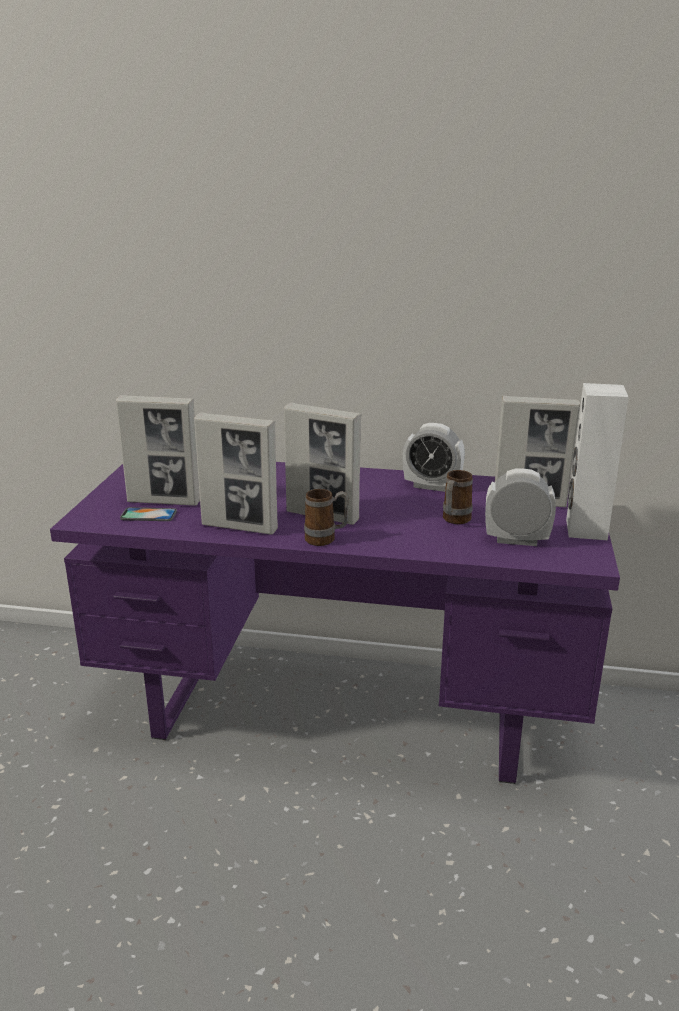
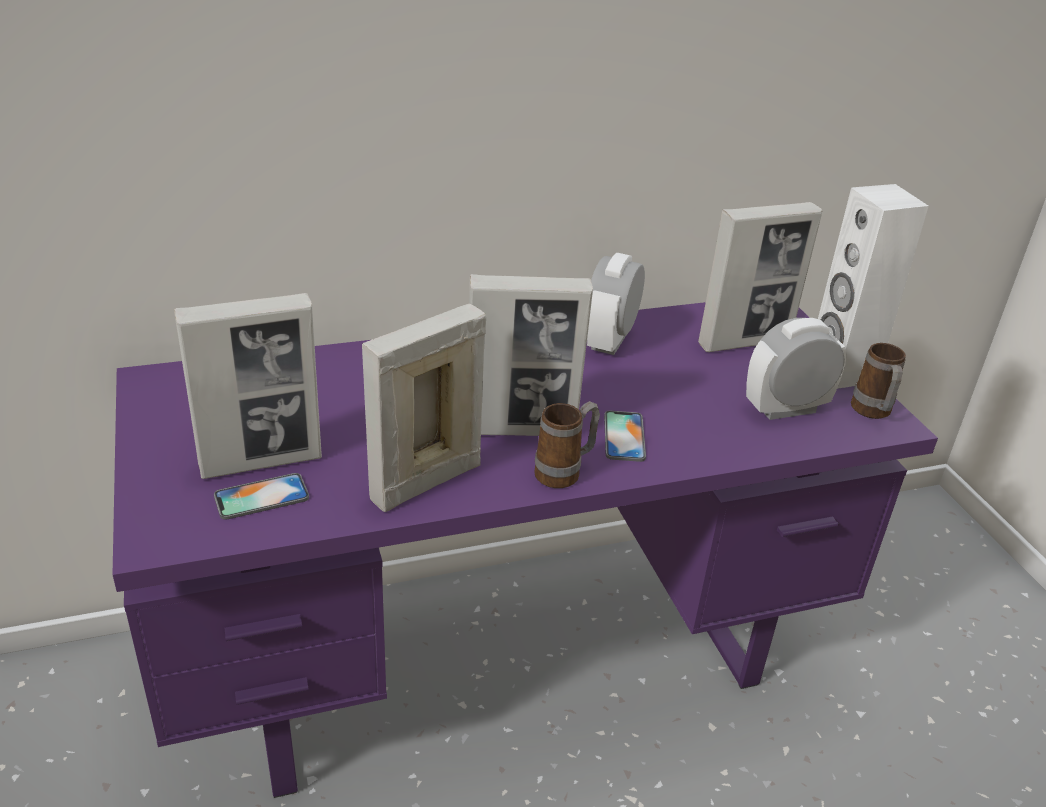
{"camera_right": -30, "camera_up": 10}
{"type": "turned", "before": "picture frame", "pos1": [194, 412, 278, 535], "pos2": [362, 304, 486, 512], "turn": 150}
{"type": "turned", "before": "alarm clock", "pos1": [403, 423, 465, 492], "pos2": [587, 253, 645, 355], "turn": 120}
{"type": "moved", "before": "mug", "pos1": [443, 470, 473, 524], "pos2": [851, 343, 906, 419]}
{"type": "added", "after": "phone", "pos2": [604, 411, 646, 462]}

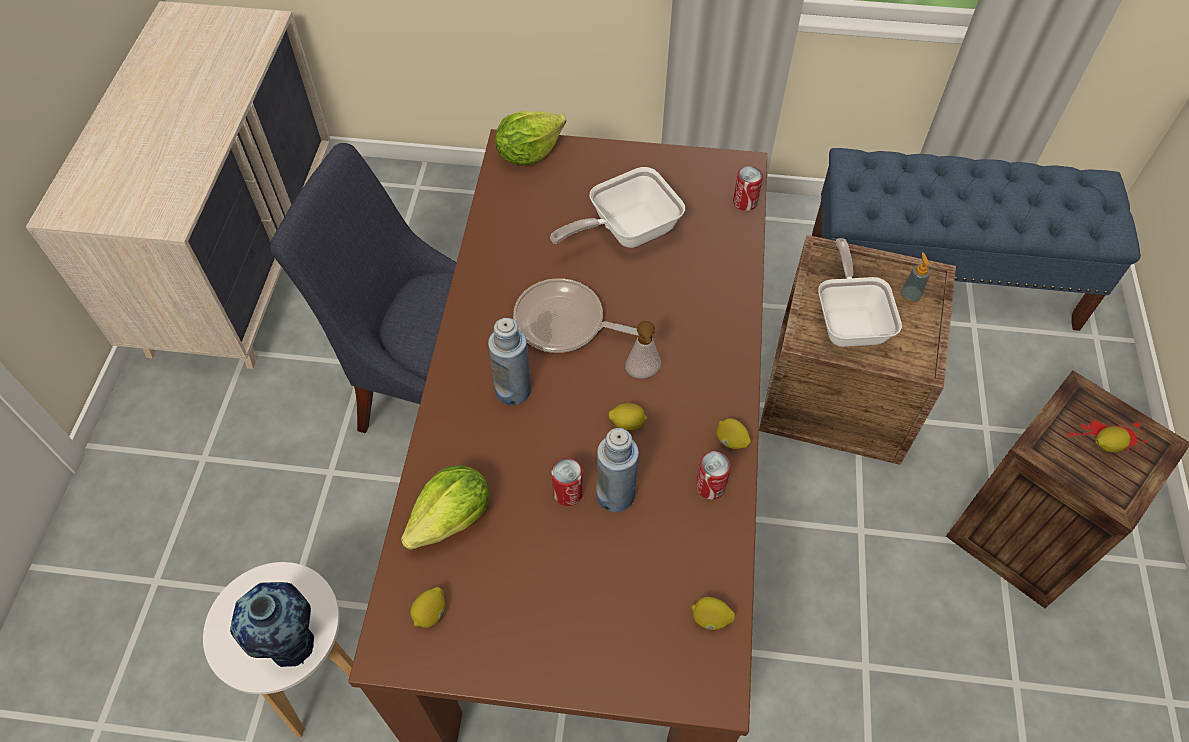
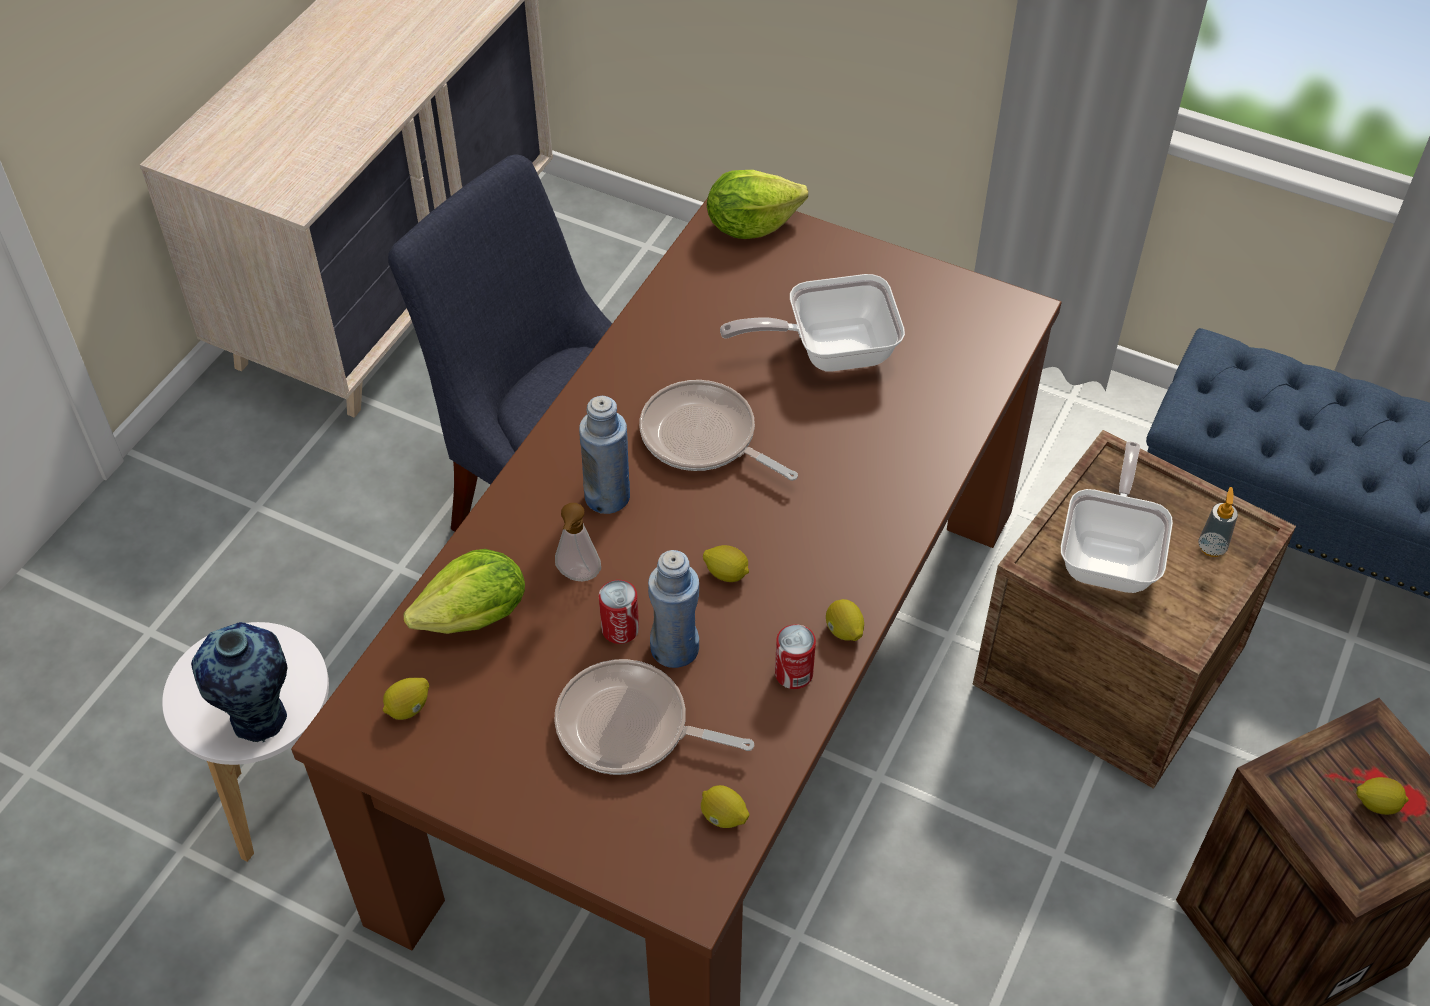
{"camera_right": 20, "camera_up": -5}
{"type": "moved", "before": "soap dispenser", "pos1": [625, 321, 661, 378], "pos2": [555, 503, 601, 581]}
{"type": "removed", "before": "can", "pos1": [733, 166, 763, 211]}
{"type": "added", "after": "frying pan", "pos2": [554, 659, 754, 775]}

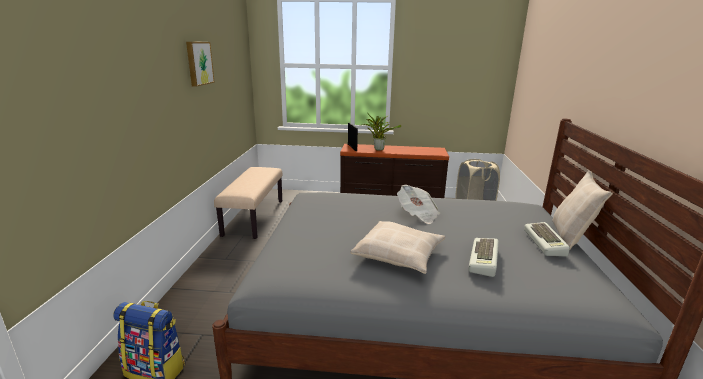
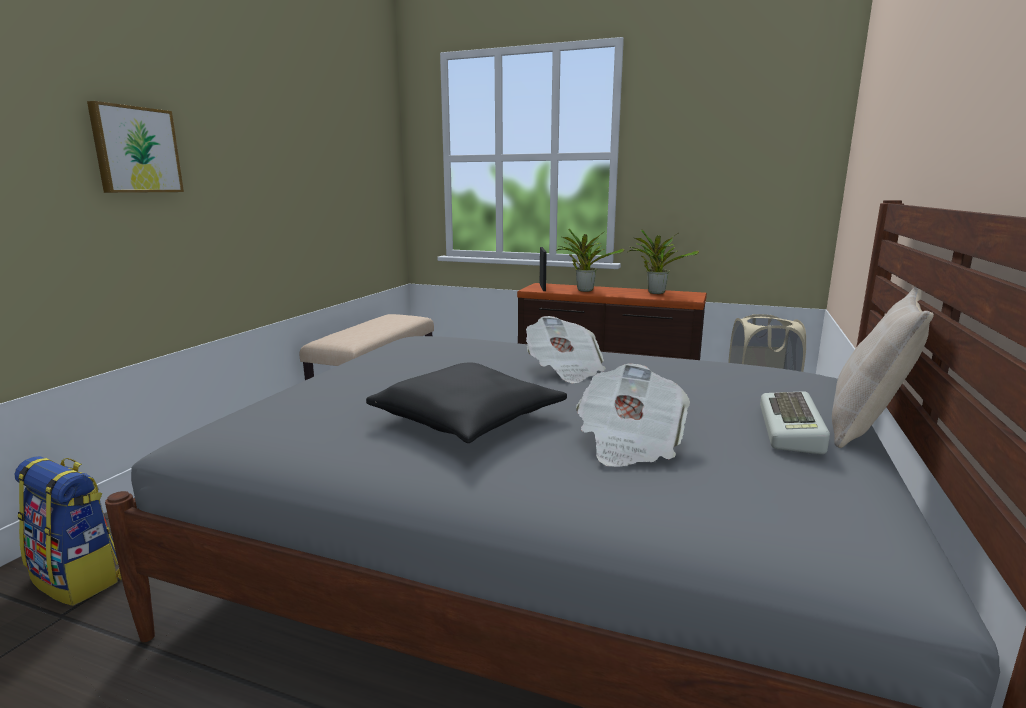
{"camera_right": 15, "camera_up": -5}
{"type": "moved", "before": "picture", "pos1": [186, 42, 215, 87], "pos2": [87, 101, 184, 193]}
{"type": "recoloured", "before": "pillow (beige)", "after": "pillow (black)", "pos1": [351, 221, 445, 274], "pos2": [366, 363, 567, 443]}
{"type": "replaced", "before": "keyboard", "after": "newspaper", "pos1": [468, 238, 499, 277], "pos2": [576, 364, 690, 467]}
{"type": "added", "after": "potted plant", "pos2": [628, 230, 699, 294]}

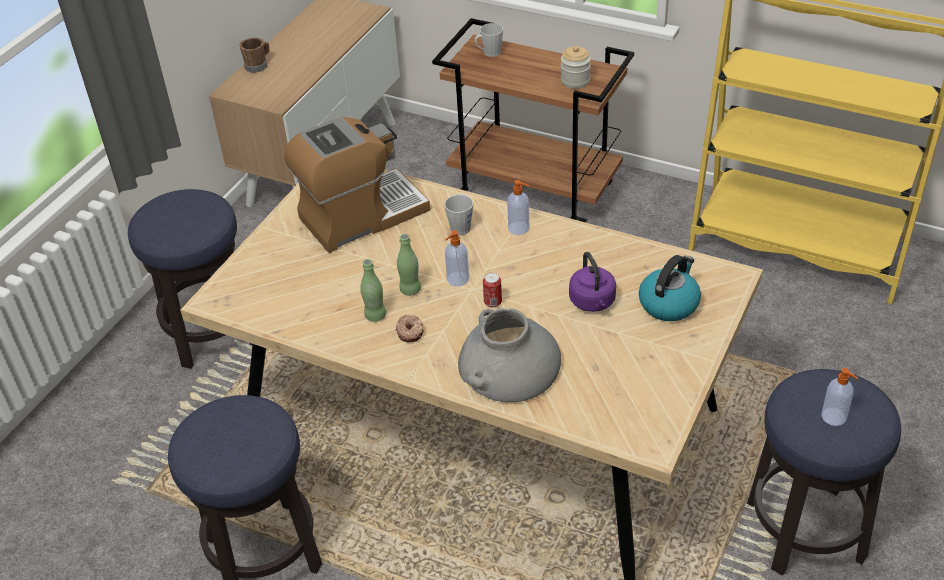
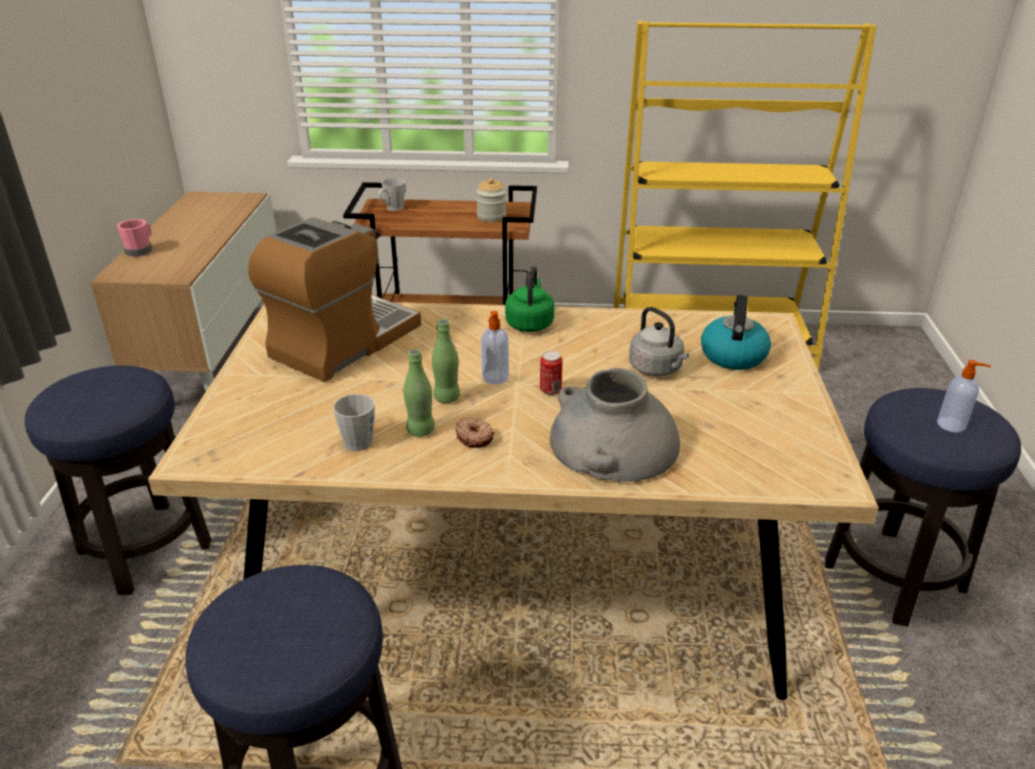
{"camera_right": -25, "camera_up": -10}
{"type": "recoloured", "before": "mug (brown)", "after": "mug (pink)", "pos1": [240, 37, 270, 73], "pos2": [117, 219, 152, 257]}
{"type": "moved", "before": "mug (grey)", "pos1": [444, 194, 473, 235], "pos2": [333, 394, 375, 451]}
{"type": "replaced", "before": "soap dispenser", "after": "kettle (green)", "pos1": [507, 180, 529, 235], "pos2": [505, 266, 554, 332]}
{"type": "recoloured", "before": "kettle (purple)", "after": "kettle (grey)", "pos1": [569, 252, 616, 312], "pos2": [629, 307, 689, 376]}

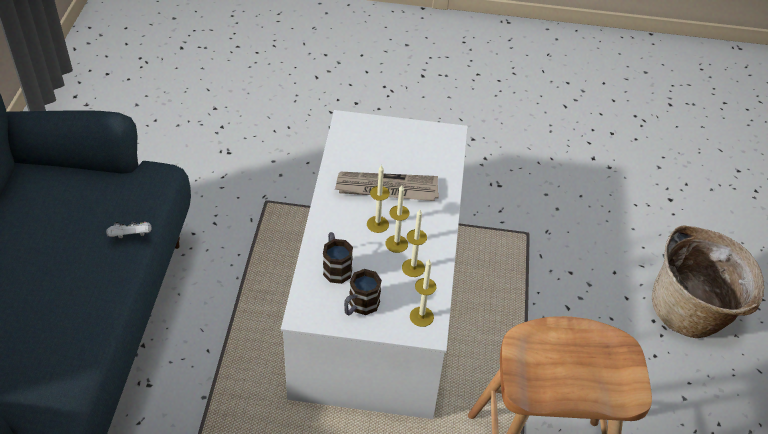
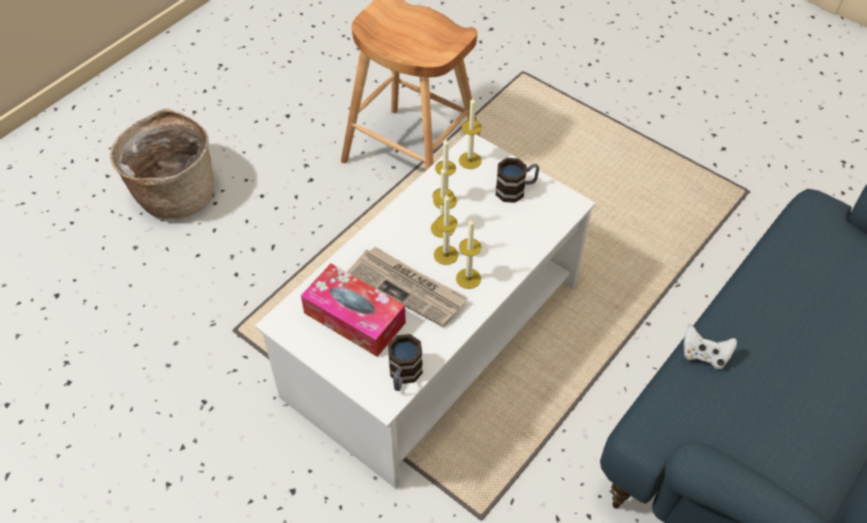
{"camera_right": -145, "camera_up": 5}
{"type": "moved", "before": "mug", "pos1": [323, 232, 353, 284], "pos2": [388, 334, 423, 391]}
{"type": "added", "after": "tissue box", "pos2": [301, 264, 406, 357]}
{"type": "added", "after": "candle", "pos2": [456, 218, 481, 289]}

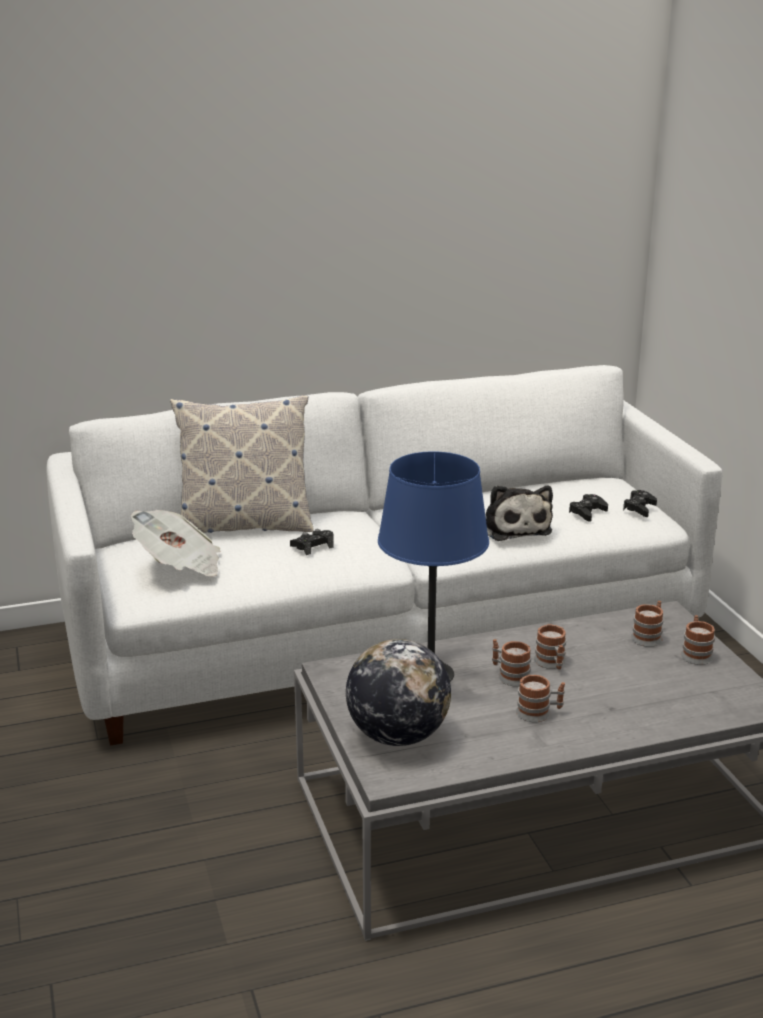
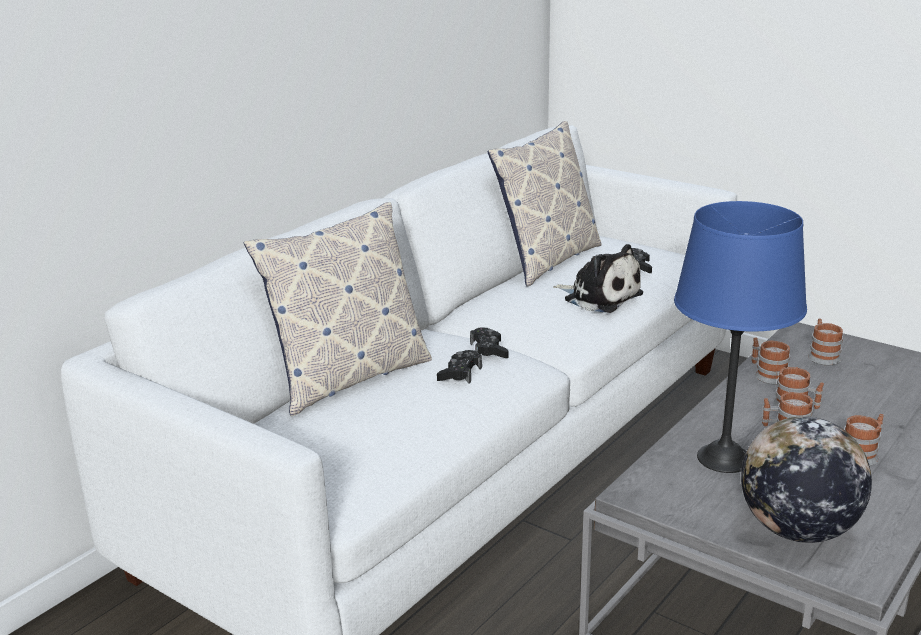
{"camera_right": -35, "camera_up": 0}
{"type": "removed", "before": "newspaper", "pos1": [131, 510, 220, 577]}
{"type": "moved", "before": "game controller (black)", "pos1": [623, 490, 657, 517], "pos2": [470, 327, 509, 358]}
{"type": "moved", "before": "mug", "pos1": [681, 615, 715, 665], "pos2": [751, 337, 790, 384]}
{"type": "added", "after": "pillow", "pos2": [487, 121, 601, 287]}

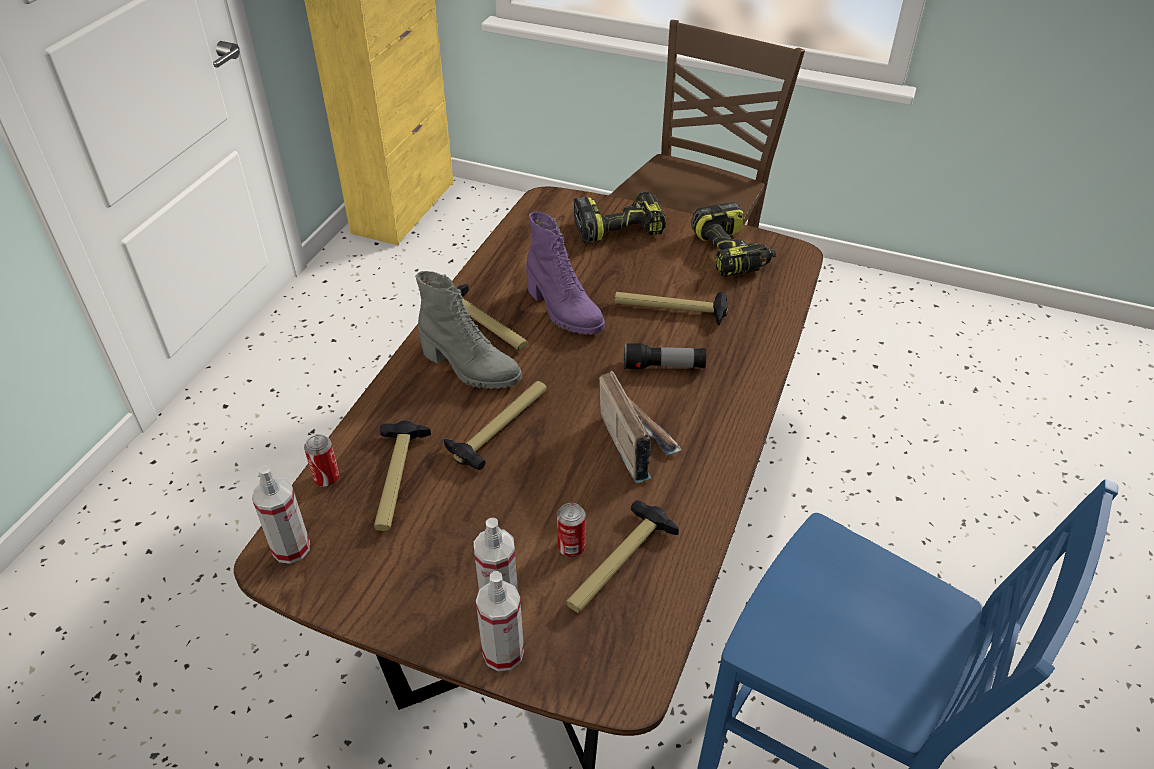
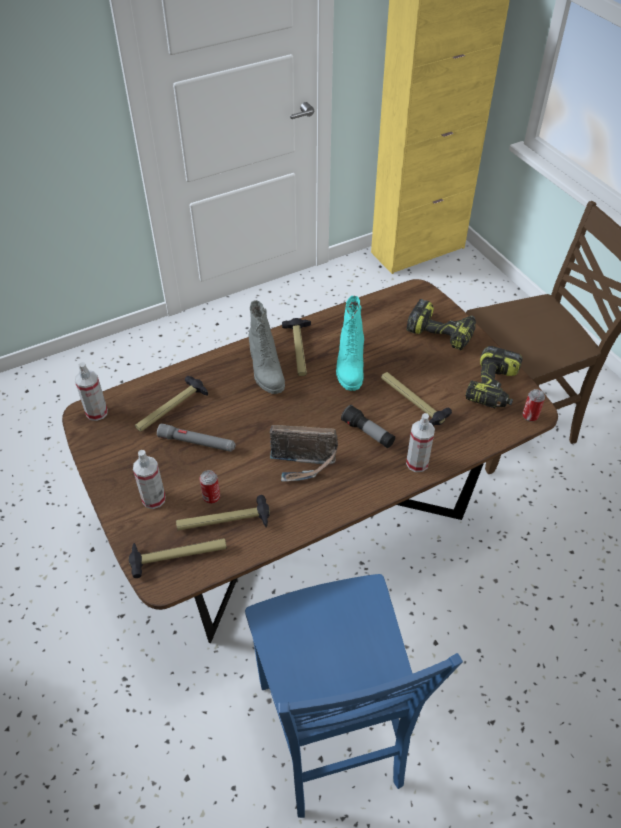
{"camera_right": 40, "camera_up": 5}
{"type": "moved", "before": "can", "pos1": [304, 434, 340, 487], "pos2": [522, 389, 545, 422]}
{"type": "moved", "before": "hammer", "pos1": [444, 381, 547, 470], "pos2": [129, 538, 227, 578]}
{"type": "moved", "before": "spray bottle", "pos1": [476, 571, 524, 671], "pos2": [406, 413, 435, 472]}
{"type": "recoloured", "before": "boot (purple)", "after": "boot (turquoise)", "pos1": [526, 211, 605, 335], "pos2": [336, 296, 364, 391]}
{"type": "turned", "before": "radio", "pos1": [599, 371, 682, 483], "pos2": [270, 425, 338, 482], "turn": 75}
{"type": "added", "after": "flashlight (grey)", "pos2": [157, 423, 236, 452]}

